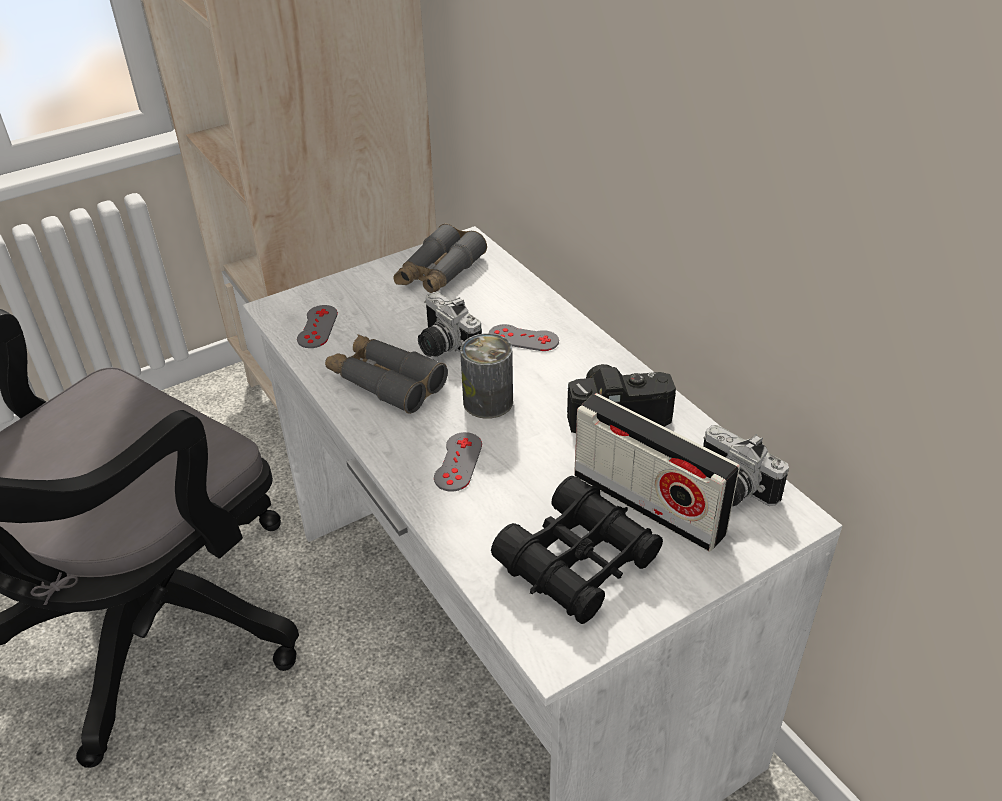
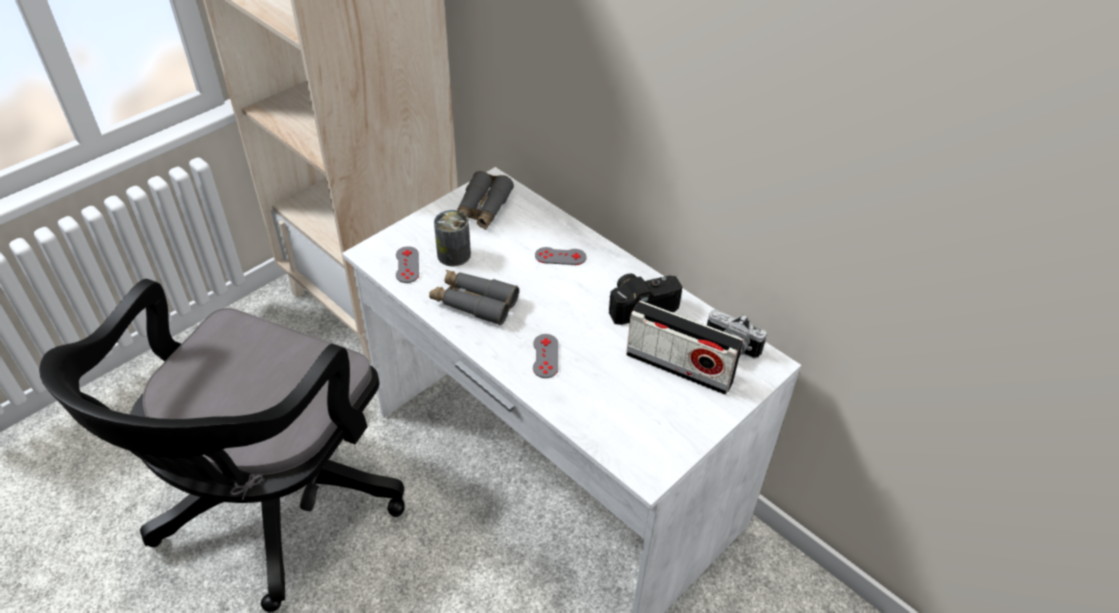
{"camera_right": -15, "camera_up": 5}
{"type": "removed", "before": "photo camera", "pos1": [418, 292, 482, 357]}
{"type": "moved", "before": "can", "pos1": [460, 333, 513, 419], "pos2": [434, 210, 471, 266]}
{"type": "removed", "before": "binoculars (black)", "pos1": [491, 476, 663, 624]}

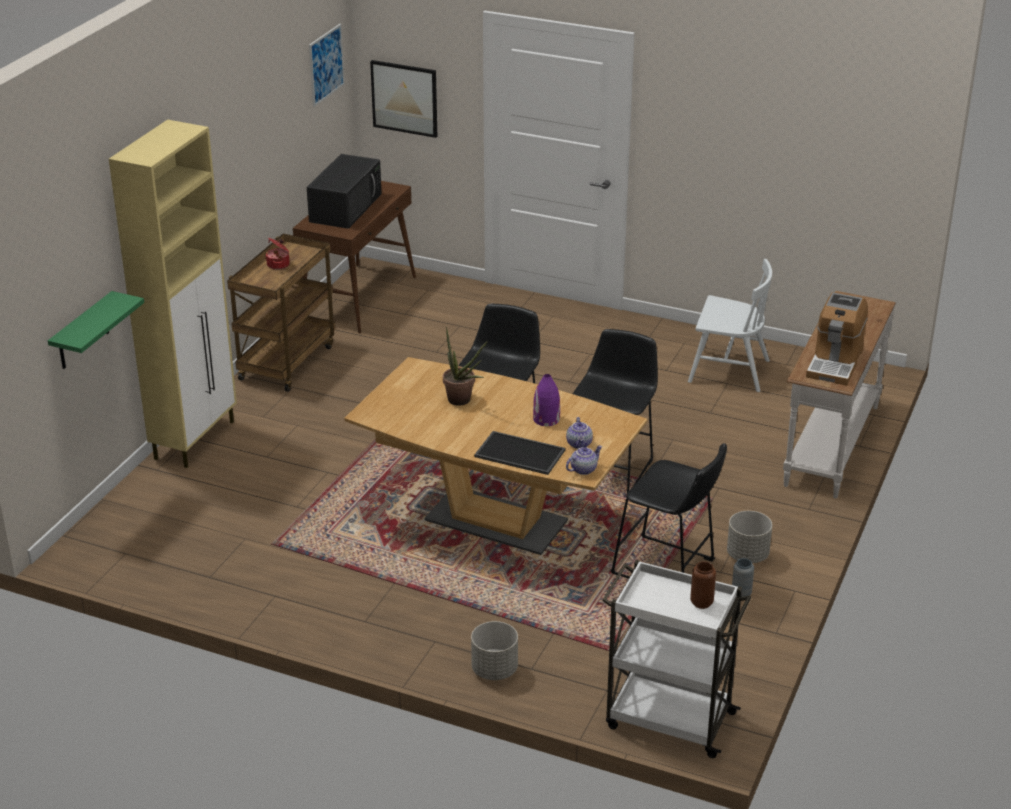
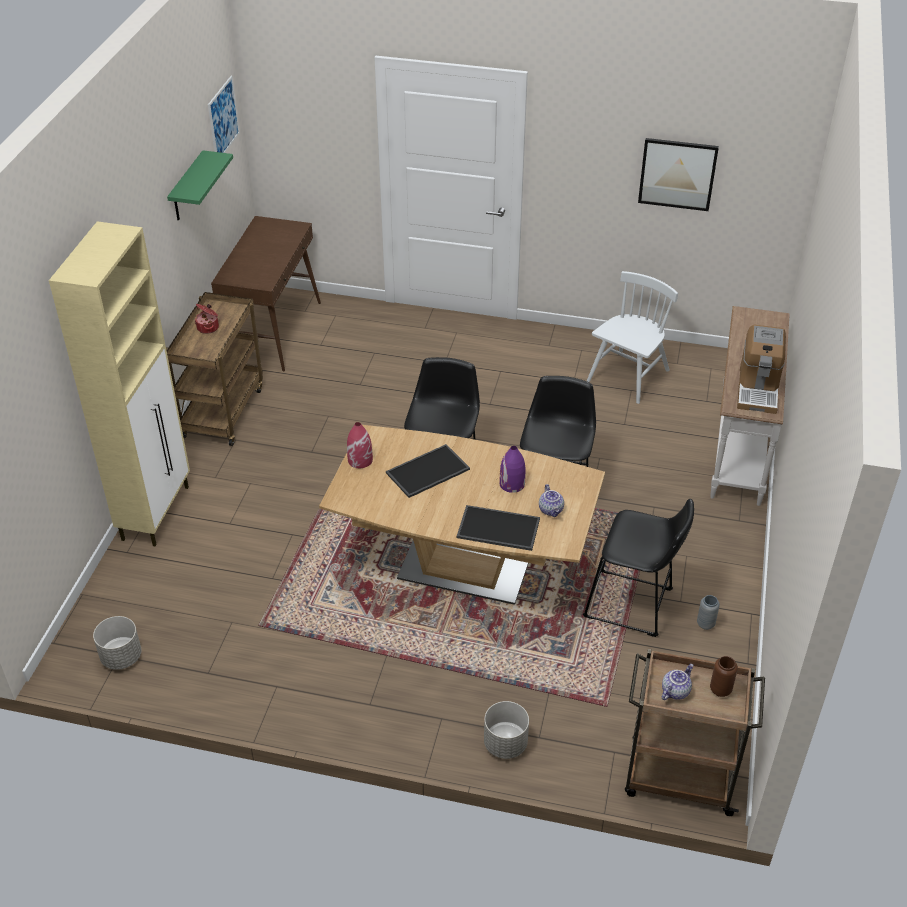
{"camera_right": -10, "camera_up": 10}
{"type": "moved", "before": "shelf (green)", "pos1": [48, 291, 144, 369], "pos2": [167, 150, 233, 221]}
{"type": "removed", "before": "microwave (black)", "pos1": [307, 154, 382, 229]}
{"type": "moved", "before": "picture", "pos1": [370, 60, 437, 138], "pos2": [638, 138, 719, 211]}
{"type": "replaced", "before": "potted plant", "after": "tray", "pos1": [443, 327, 488, 406], "pos2": [386, 444, 470, 498]}
{"type": "moved", "before": "teapot", "pos1": [566, 445, 602, 475], "pos2": [662, 664, 694, 700]}
{"type": "recoloured", "before": "cart (white)", "after": "cart (brown)", "pos1": [602, 560, 751, 758], "pos2": [625, 649, 765, 816]}
{"type": "turned", "before": "chair (white)", "pos1": [688, 259, 772, 392], "pos2": [587, 271, 678, 404], "turn": -60}
{"type": "moved", "before": "planter (grey)", "pos1": [727, 511, 772, 563], "pos2": [93, 616, 141, 670]}
{"type": "added", "after": "vase (red)", "pos2": [347, 422, 373, 468]}

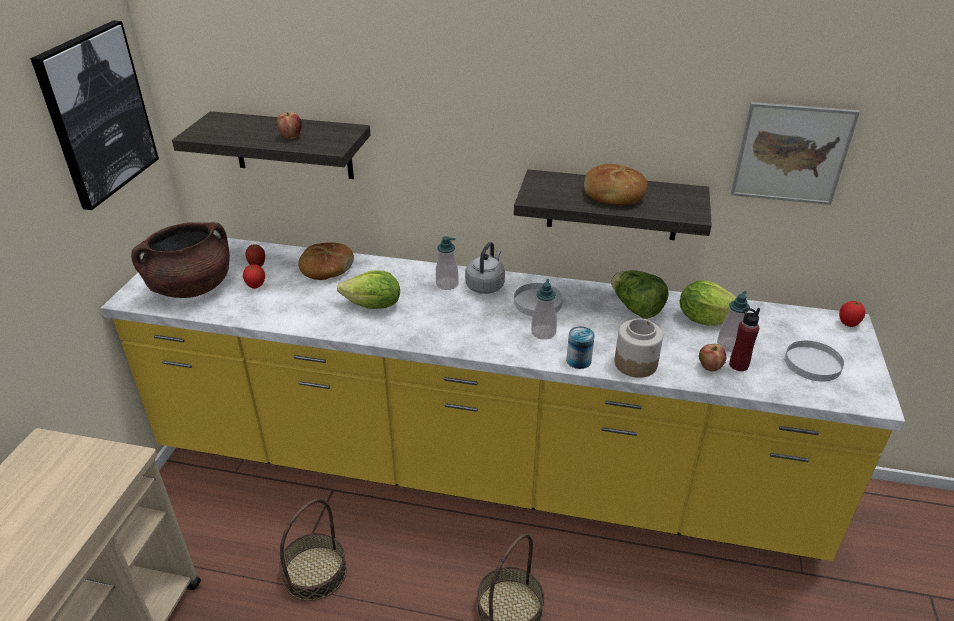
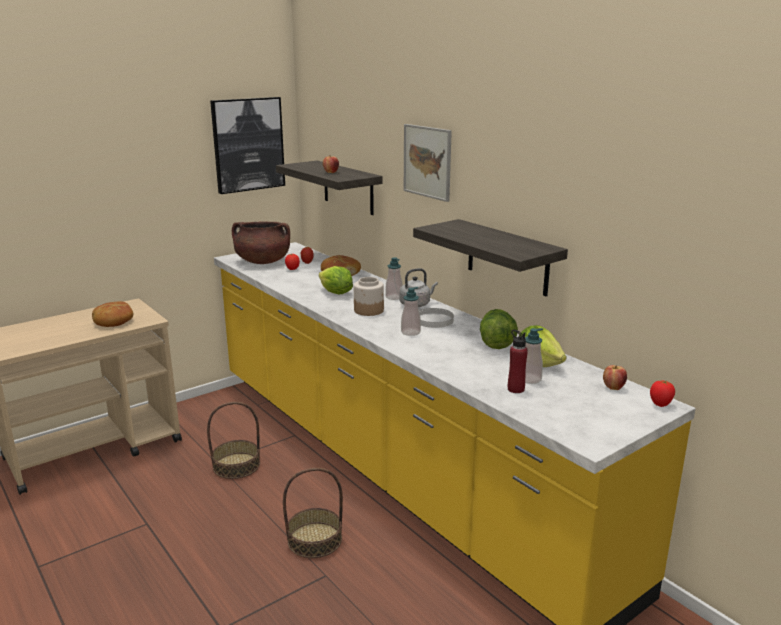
{"camera_right": 40, "camera_up": -15}
{"type": "removed", "before": "can", "pos1": [566, 327, 595, 369]}
{"type": "moved", "before": "bread", "pos1": [584, 164, 648, 205], "pos2": [92, 301, 133, 327]}
{"type": "moved", "before": "jar", "pos1": [615, 319, 663, 378], "pos2": [354, 277, 384, 316]}
{"type": "moved", "before": "apple", "pos1": [699, 344, 726, 372], "pos2": [603, 365, 627, 390]}
{"type": "moved", "before": "picture", "pos1": [731, 102, 860, 205], "pos2": [404, 124, 452, 202]}
{"type": "removed", "before": "plate (white)", "pos1": [785, 341, 844, 382]}

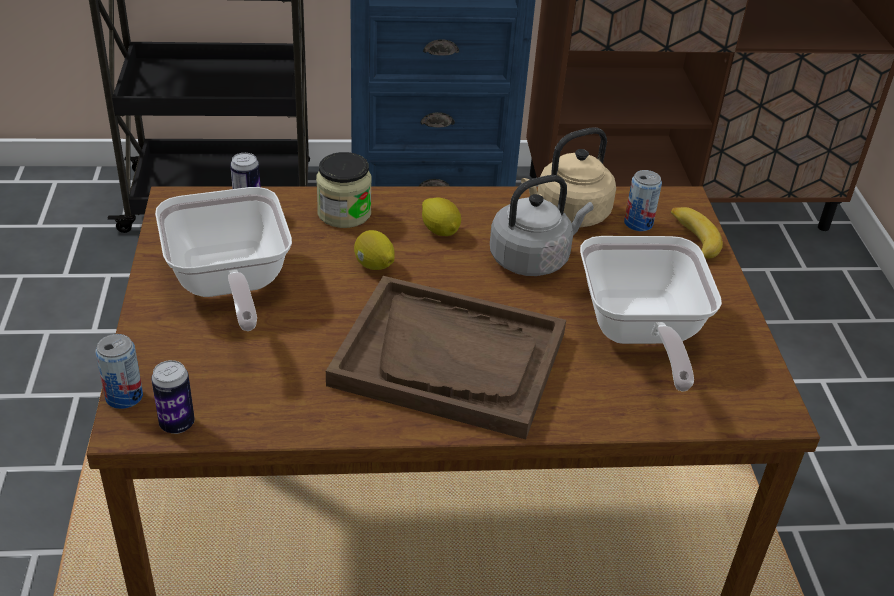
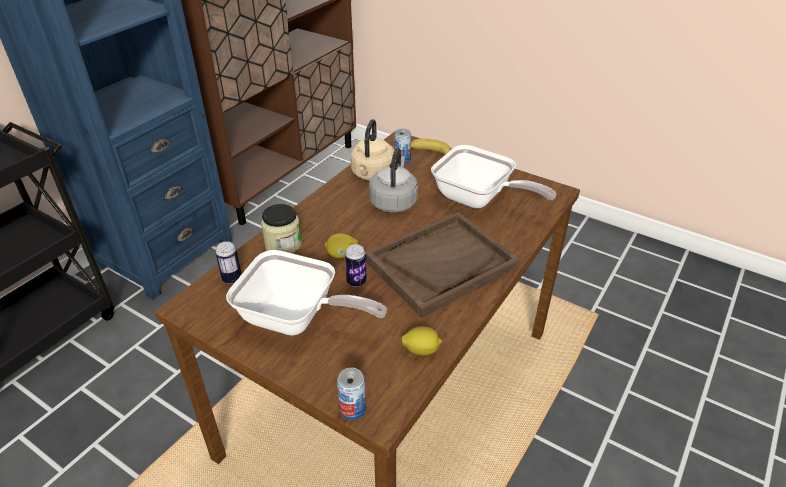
{"camera_right": -50, "camera_up": 0}
{"type": "moved", "before": "can", "pos1": [151, 360, 195, 434], "pos2": [345, 244, 367, 287]}
{"type": "moved", "before": "lemon", "pos1": [422, 197, 461, 236], "pos2": [402, 326, 442, 356]}

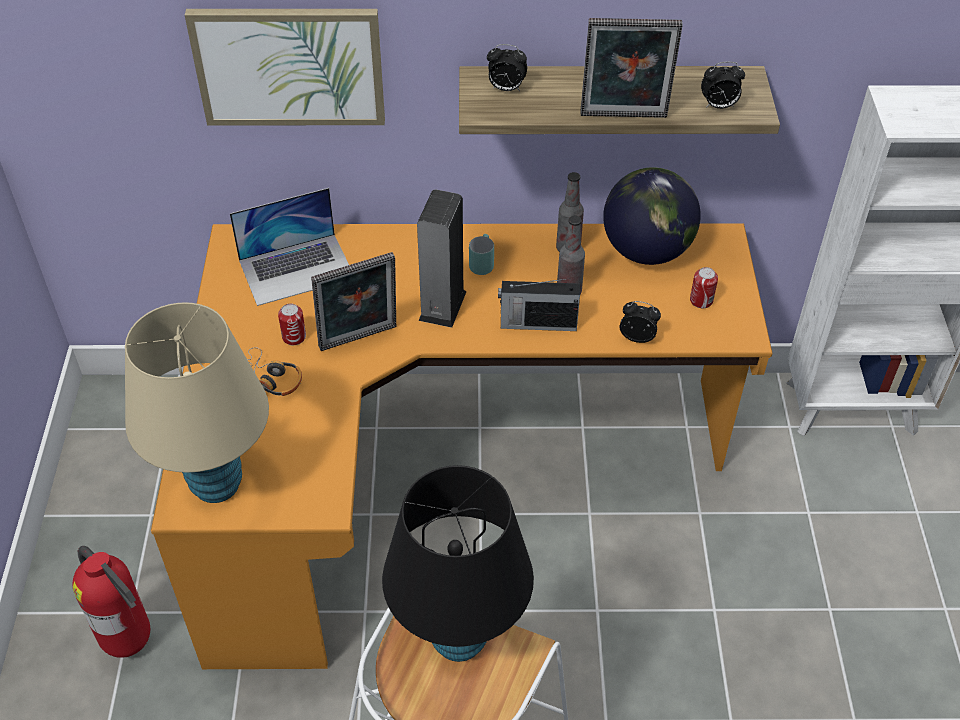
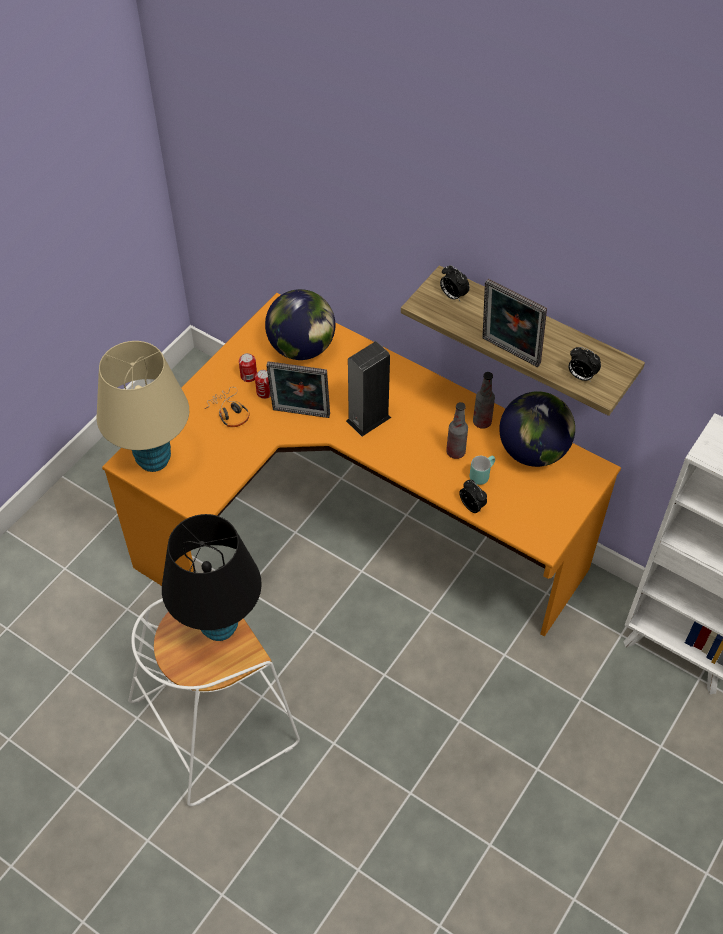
{"camera_right": 35, "camera_up": 5}
{"type": "removed", "before": "fire extinguisher", "pos1": [73, 546, 150, 658]}
{"type": "removed", "before": "picture", "pos1": [185, 9, 385, 126]}
{"type": "replaced", "before": "laptop", "after": "globe", "pos1": [230, 188, 349, 306], "pos2": [265, 289, 335, 360]}
{"type": "moved", "before": "mug (turquoise)", "pos1": [469, 234, 494, 275], "pos2": [470, 456, 495, 485]}
{"type": "removed", "before": "radio", "pos1": [498, 278, 580, 331]}
{"type": "moved", "before": "can", "pos1": [690, 267, 718, 308], "pos2": [239, 353, 257, 382]}

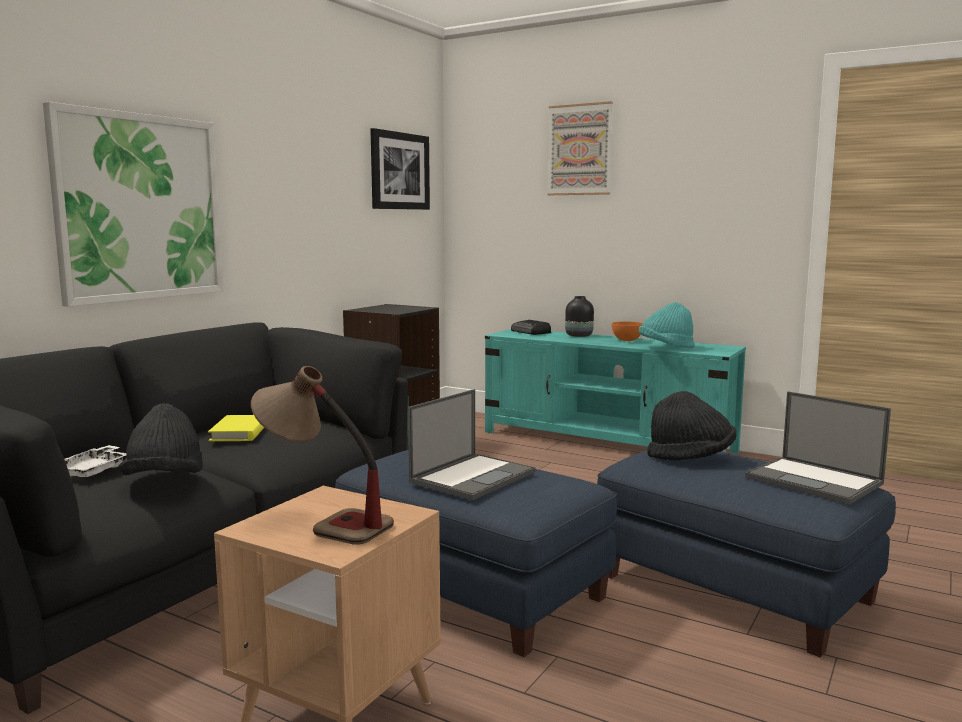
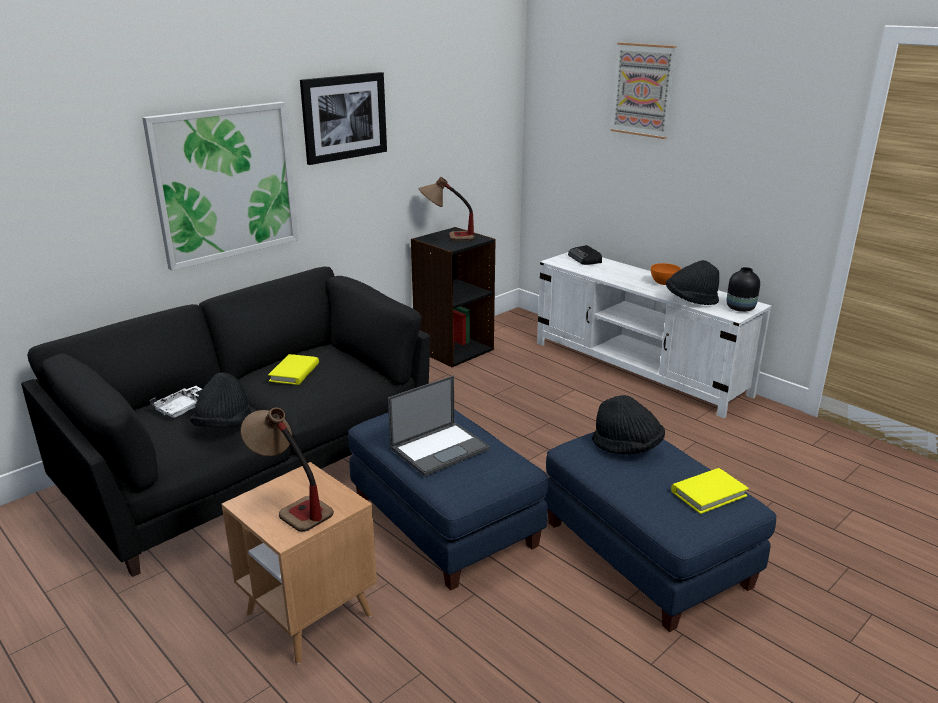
{"camera_right": 15, "camera_up": 15}
{"type": "moved", "before": "picture", "pos1": [370, 128, 430, 210], "pos2": [300, 72, 387, 165]}
{"type": "recoloured", "before": "tv stand (turquoise)", "after": "tv stand (white)", "pos1": [485, 329, 746, 454], "pos2": [537, 252, 772, 418]}
{"type": "moved", "before": "vase (black)", "pos1": [565, 296, 594, 337], "pos2": [727, 267, 760, 312]}
{"type": "recoloured", "before": "hat (turquoise)", "after": "hat (black)", "pos1": [639, 302, 695, 348], "pos2": [666, 260, 719, 305]}
{"type": "replaced", "before": "laptop", "after": "book (yellow)", "pos1": [745, 391, 891, 504], "pos2": [671, 468, 749, 514]}
{"type": "added", "after": "table lamp", "pos2": [419, 177, 475, 241]}

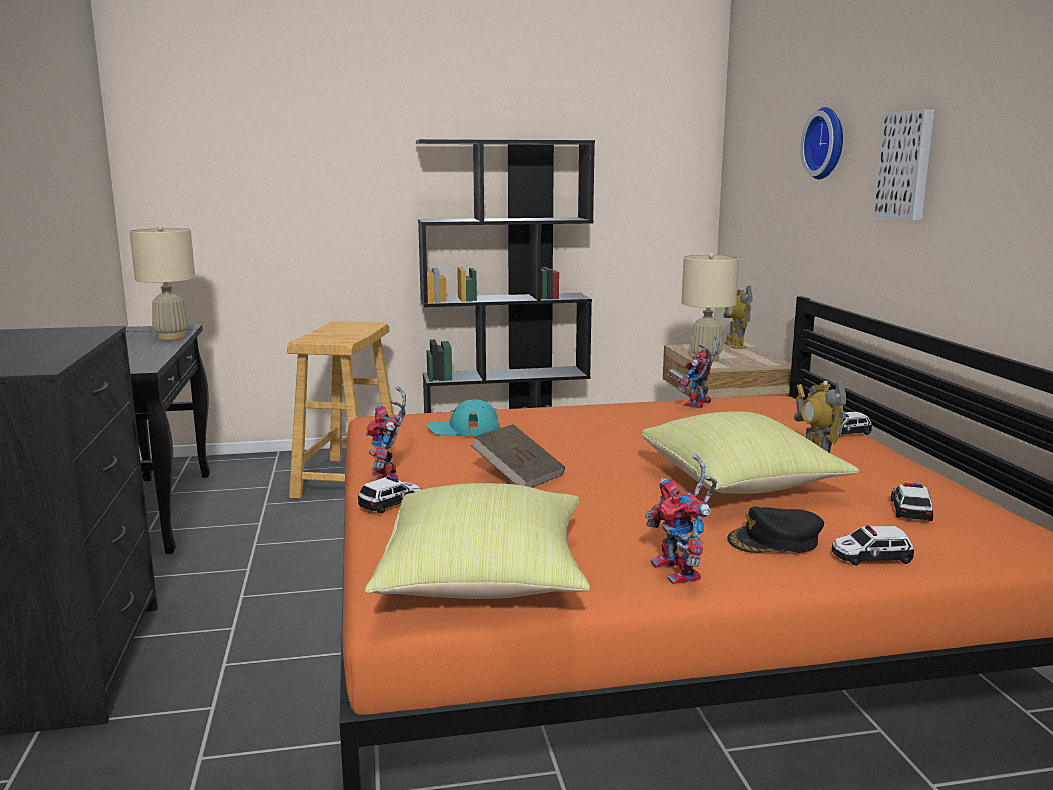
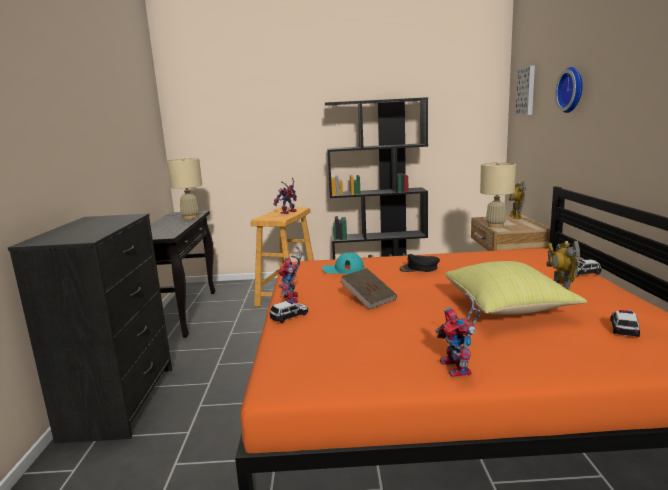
{"camera_right": 10, "camera_up": 0}
{"type": "removed", "before": "pillow (yellow)", "pos1": [365, 483, 590, 599]}
{"type": "moved", "before": "toy robot", "pos1": [677, 336, 720, 408], "pos2": [273, 178, 297, 214]}
{"type": "moved", "before": "cap (black)", "pos1": [727, 506, 824, 553], "pos2": [400, 254, 440, 272]}
{"type": "removed", "before": "toy car", "pos1": [832, 525, 914, 565]}
{"type": "moved", "before": "picture", "pos1": [874, 110, 934, 220], "pos2": [515, 66, 535, 115]}

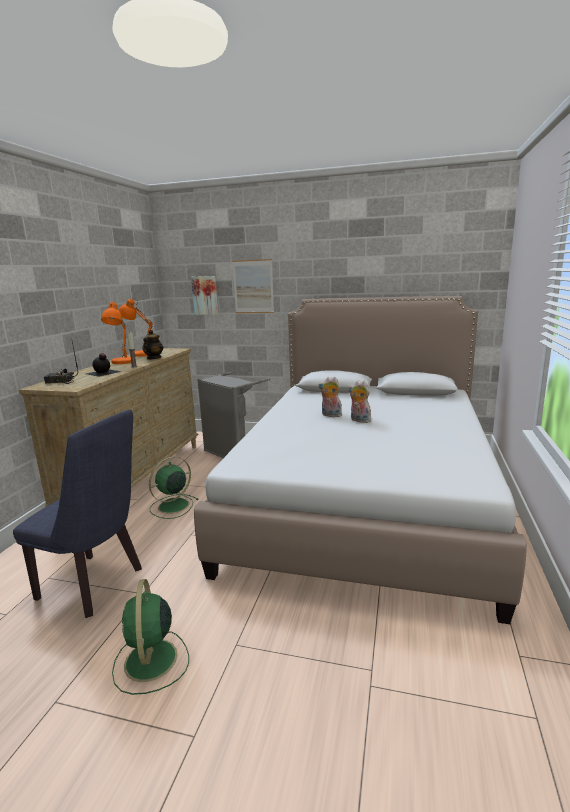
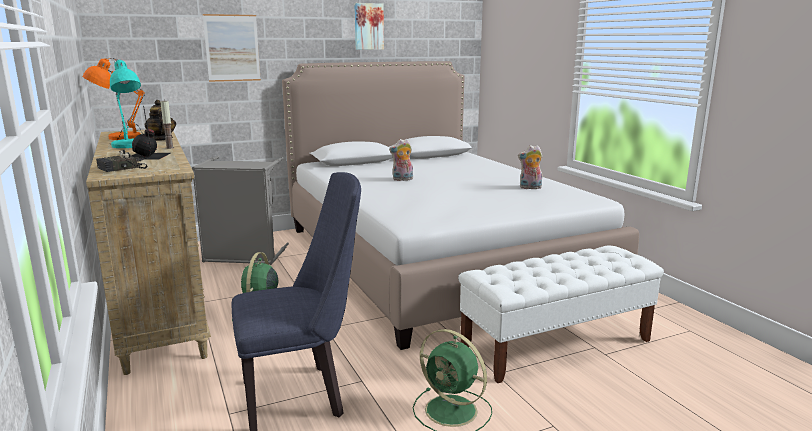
{"camera_right": -40, "camera_up": 0}
{"type": "recoloured", "before": "table lamp (orange)", "after": "table lamp (turquoise)", "pos1": [101, 302, 131, 364], "pos2": [110, 60, 141, 148]}
{"type": "moved", "before": "picture", "pos1": [191, 276, 218, 315], "pos2": [354, 3, 384, 50]}
{"type": "moved", "before": "plush toy", "pos1": [348, 380, 371, 423], "pos2": [518, 145, 543, 189]}
{"type": "added", "after": "bench (white)", "pos2": [458, 246, 664, 383]}

